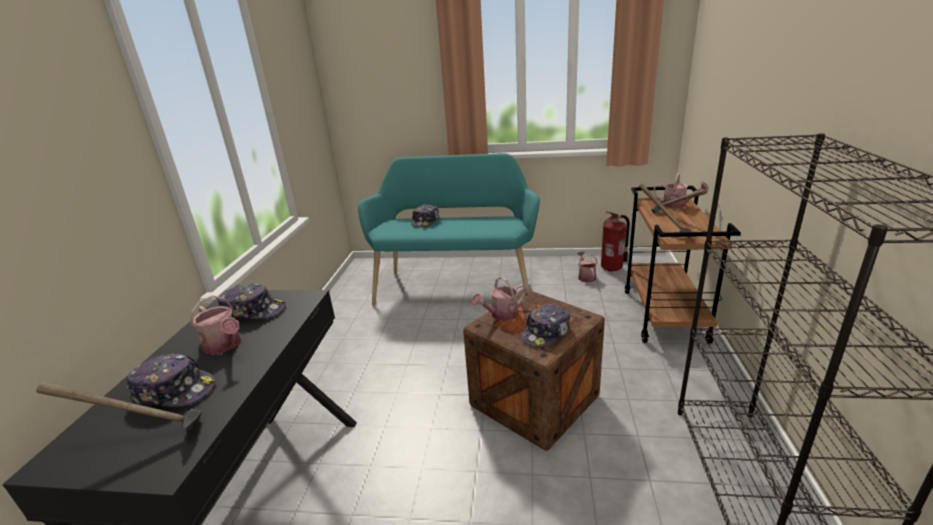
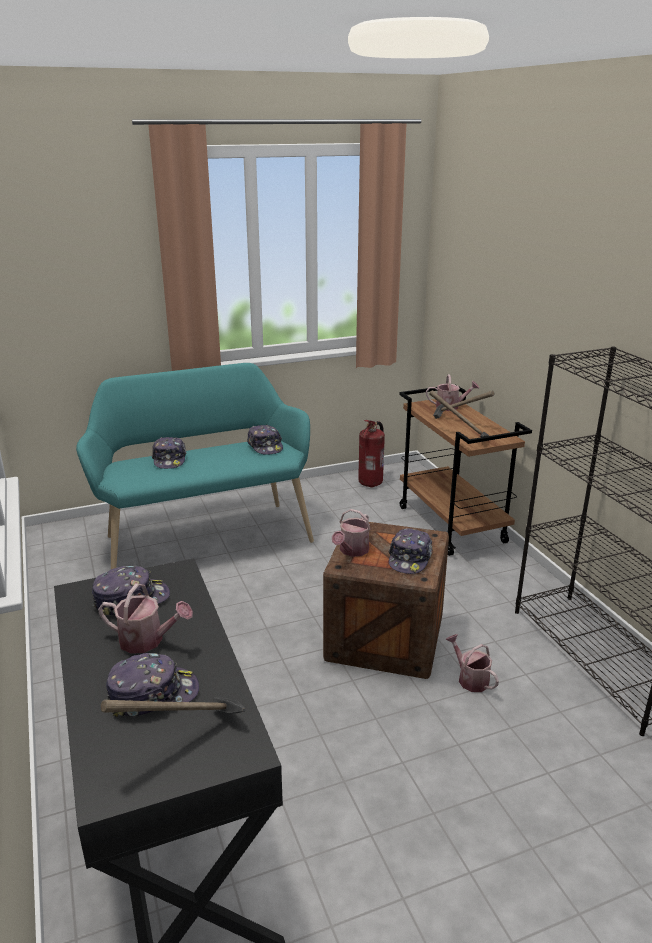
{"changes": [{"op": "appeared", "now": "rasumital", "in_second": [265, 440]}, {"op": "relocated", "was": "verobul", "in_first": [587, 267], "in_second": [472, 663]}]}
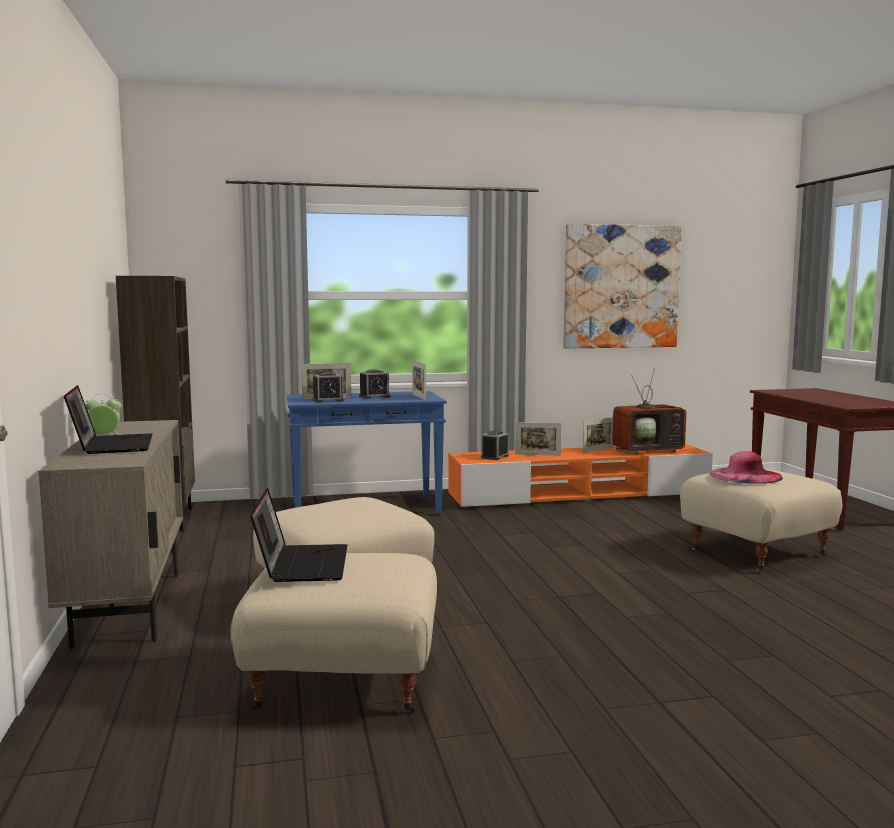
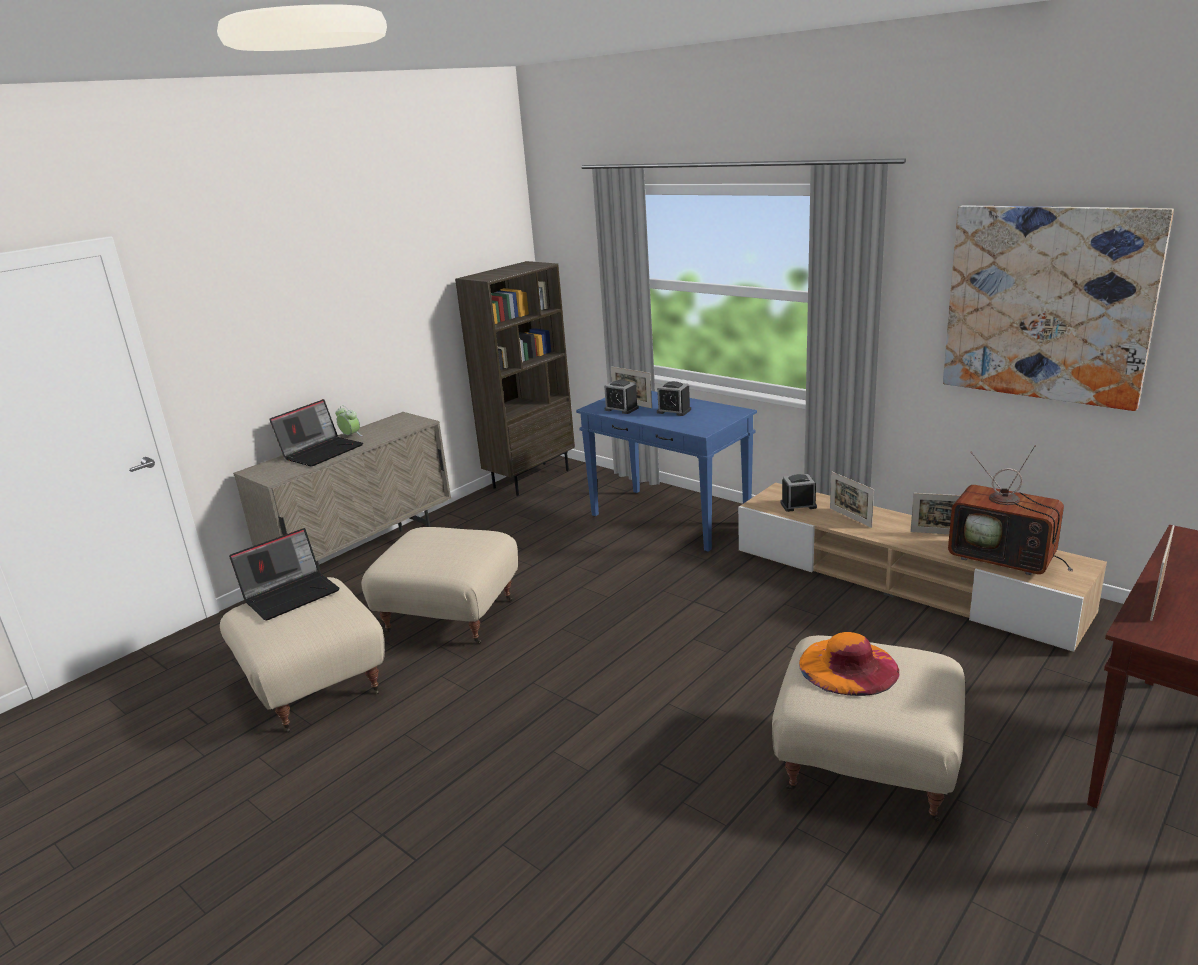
{"changes": [{"op": "relocated", "was": "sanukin", "in_first": [419, 380], "in_second": [1162, 573]}, {"op": "colour", "was": "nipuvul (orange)", "now": "nipuvul (beige)", "in_first": [580, 476], "in_second": [922, 567]}, {"op": "colour", "was": "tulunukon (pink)", "now": "tulunukon (orange)", "in_first": [746, 467], "in_second": [849, 664]}]}
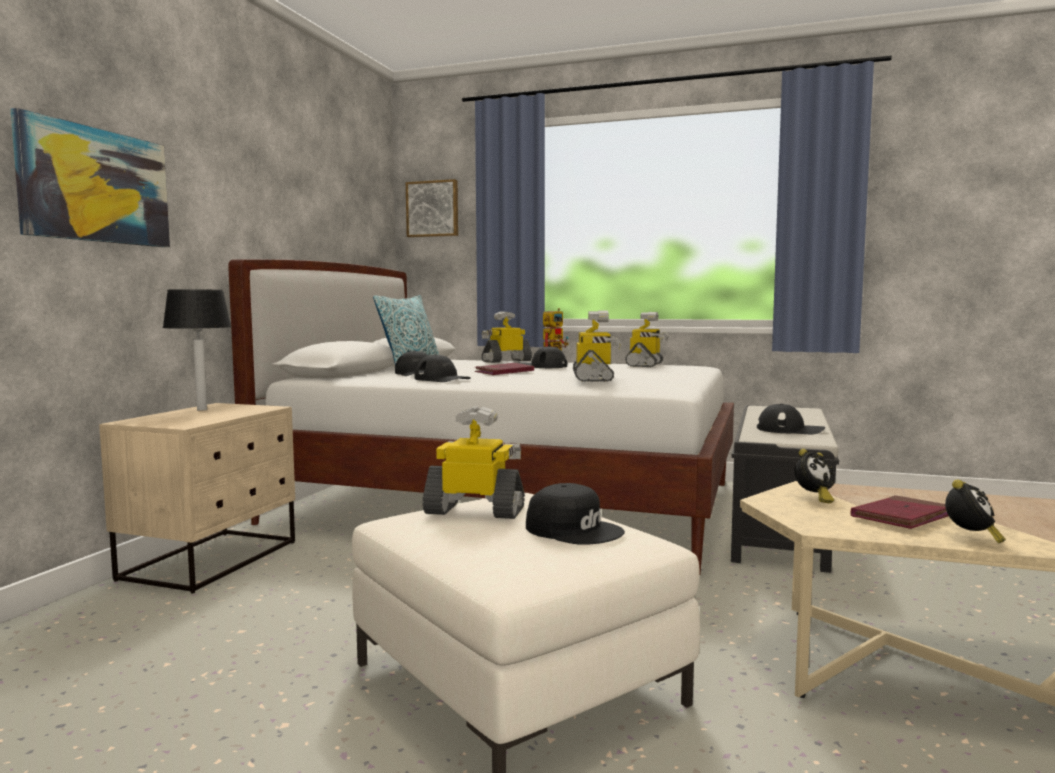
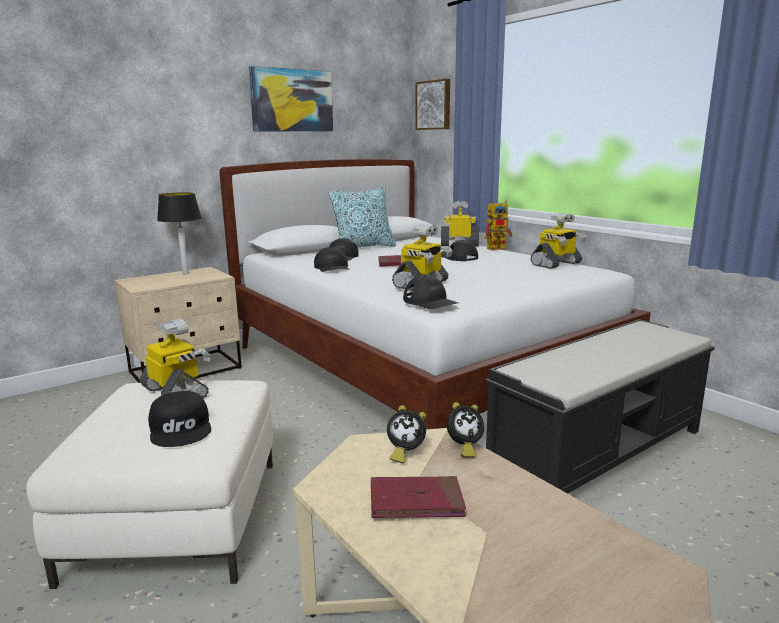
{"changes": [{"op": "relocated", "was": "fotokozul", "in_first": [90, 177], "in_second": [290, 99]}, {"op": "relocated", "was": "rasumital (black)", "in_first": [791, 419], "in_second": [430, 292]}, {"op": "relocated", "was": "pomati", "in_first": [975, 511], "in_second": [465, 430]}]}
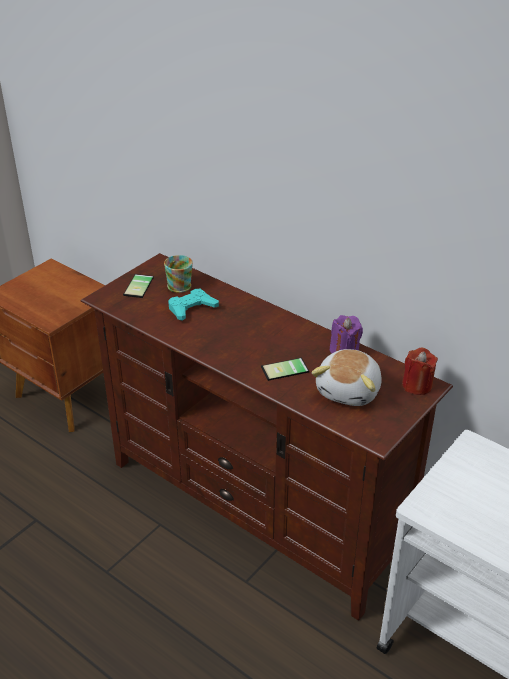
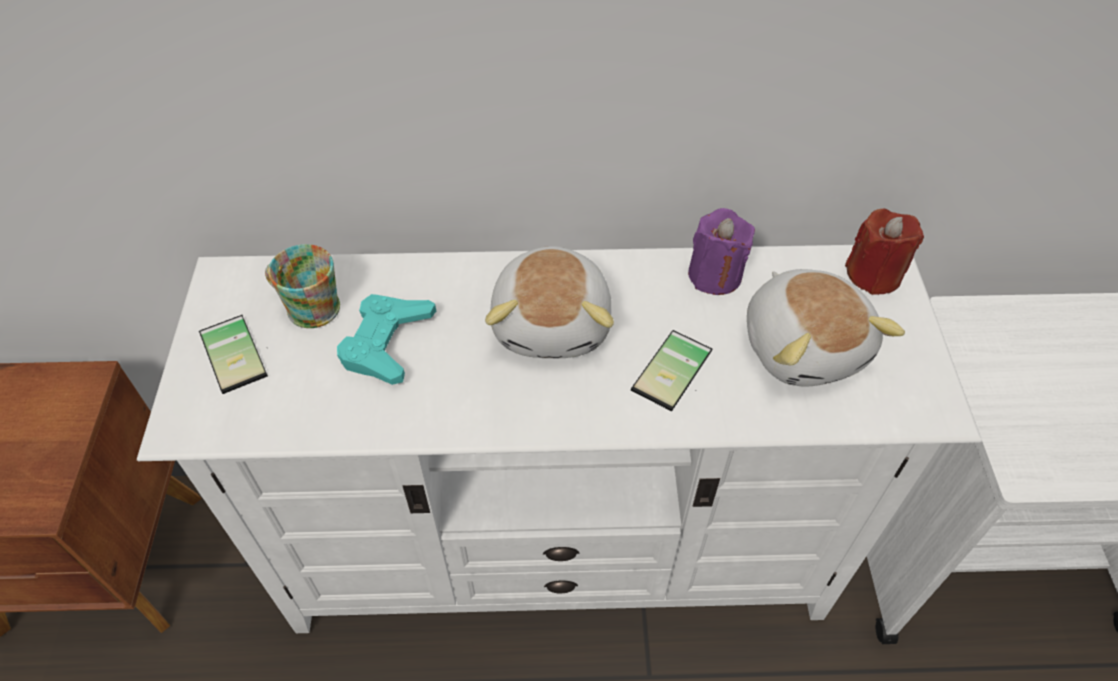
{"changes": [{"op": "appeared", "now": "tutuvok", "in_second": [549, 302]}, {"op": "colour", "was": "nipuvul (brown)", "now": "nipuvul (white)", "in_first": [267, 437], "in_second": [559, 439]}]}
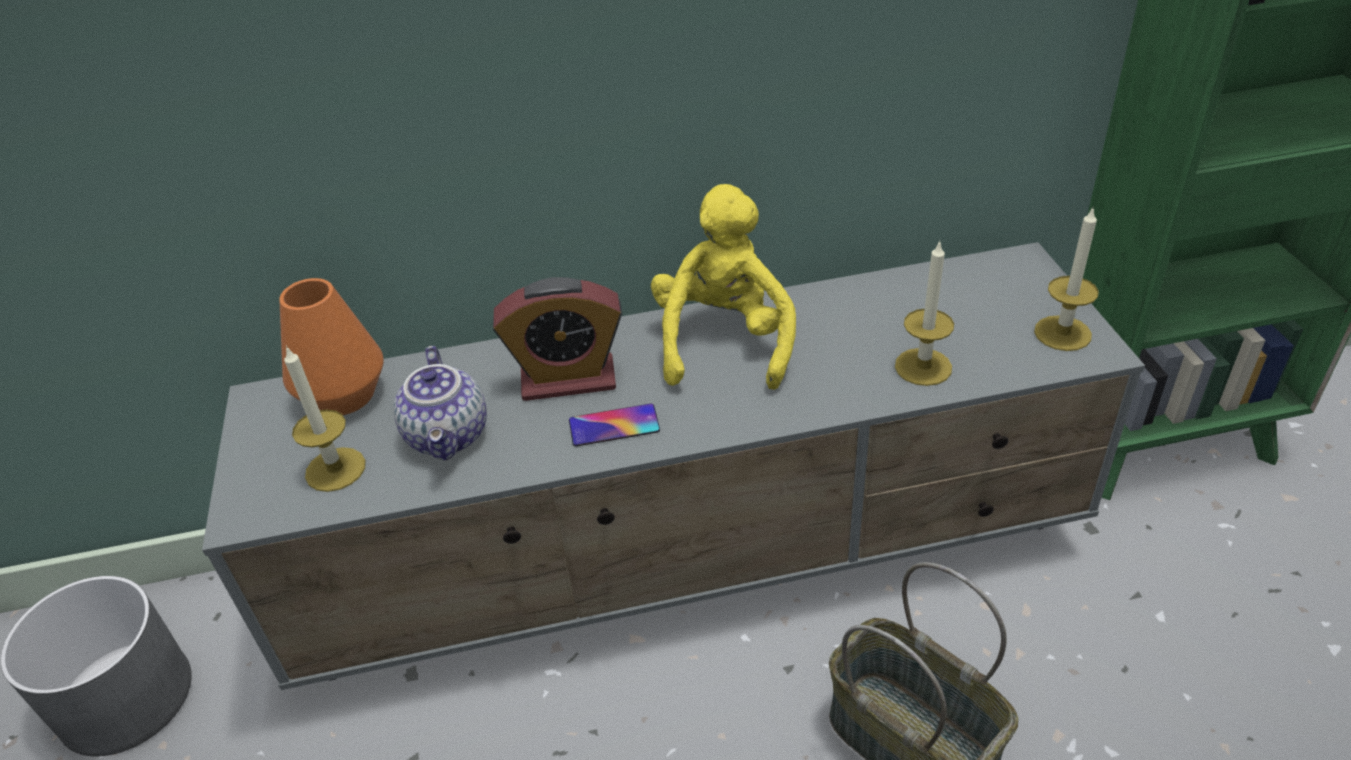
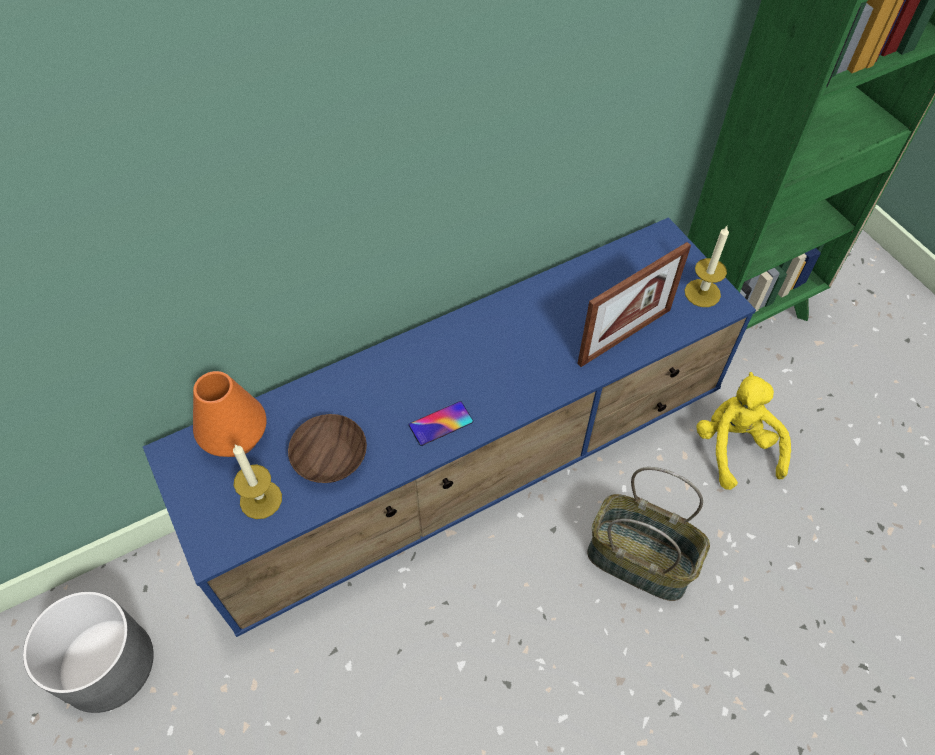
{"changes": [{"op": "missing", "was": "pomati", "in_first": [557, 339]}, {"op": "relocated", "was": "tutuvok (yellow)", "in_first": [723, 287], "in_second": [743, 431]}, {"op": "exchanged", "was": "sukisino", "now": "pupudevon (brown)", "in_first": [440, 403], "in_second": [327, 448]}, {"op": "exchanged", "was": "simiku", "now": "sanukin", "in_first": [924, 313], "in_second": [634, 304]}, {"op": "colour", "was": "nipuvul (grey)", "now": "nipuvul (blue)", "in_first": [673, 466], "in_second": [449, 427]}]}
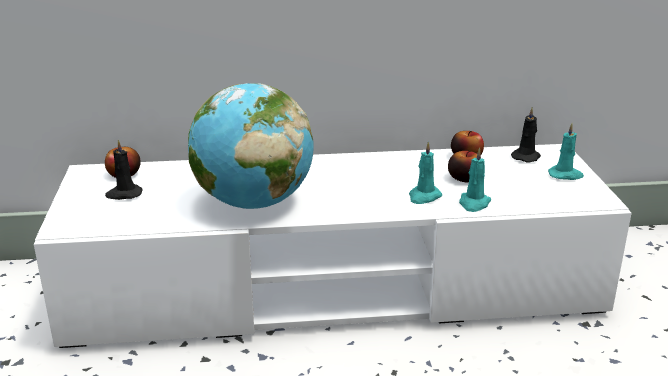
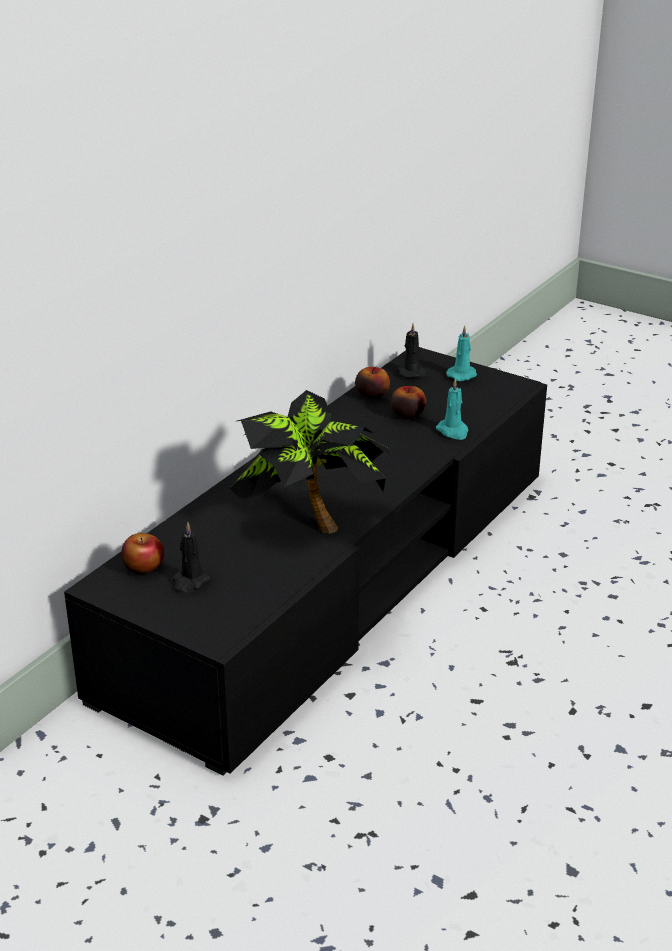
{"changes": [{"op": "missing", "was": "simiku (turquoise)", "in_first": [425, 173]}, {"op": "exchanged", "was": "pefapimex", "now": "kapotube", "in_first": [251, 146], "in_second": [310, 462]}, {"op": "colour", "was": "nipuvul (white)", "now": "nipuvul (black)", "in_first": [333, 246], "in_second": [305, 561]}]}
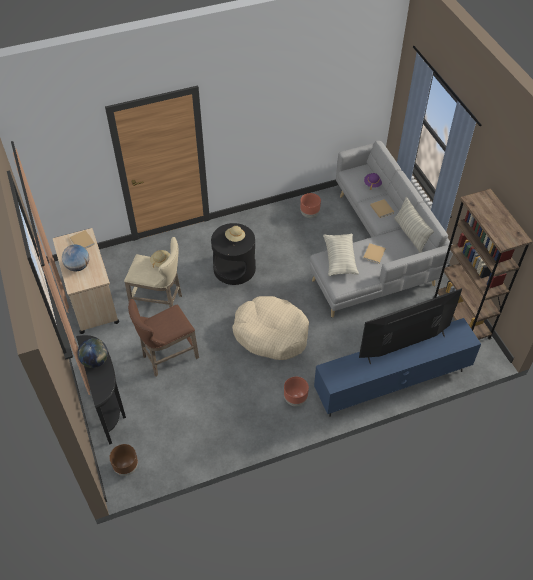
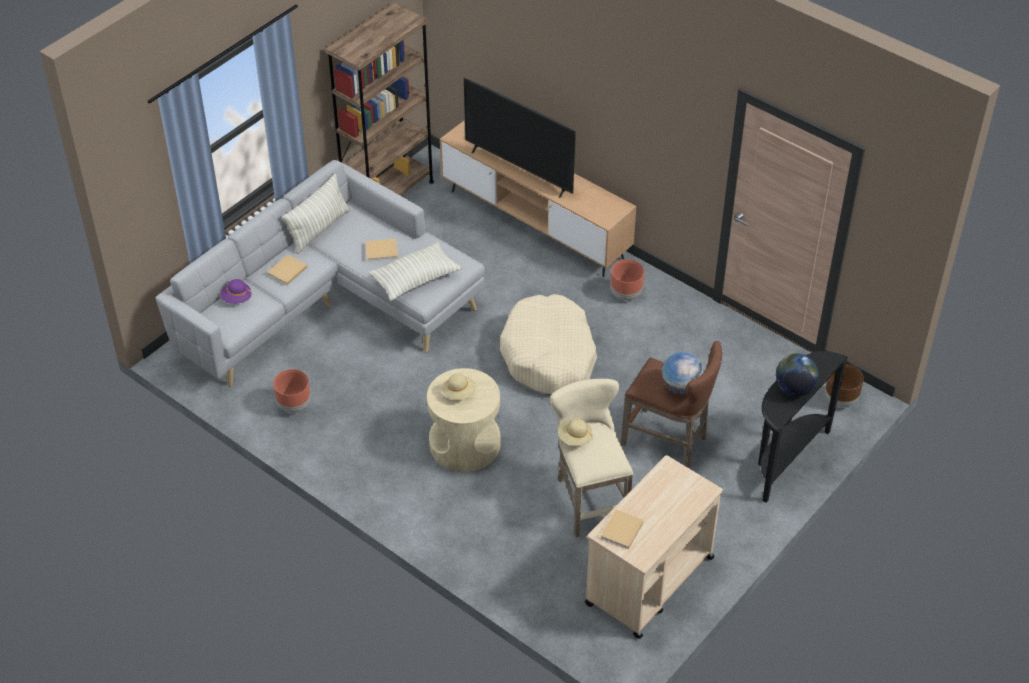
{"changes": [{"op": "relocated", "was": "pefapimex", "in_first": [75, 257], "in_second": [682, 373]}, {"op": "colour", "was": "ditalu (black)", "now": "ditalu (beige)", "in_first": [233, 254], "in_second": [464, 420]}, {"op": "colour", "was": "nipuvul (blue)", "now": "nipuvul (brown)", "in_first": [397, 367], "in_second": [538, 198]}]}
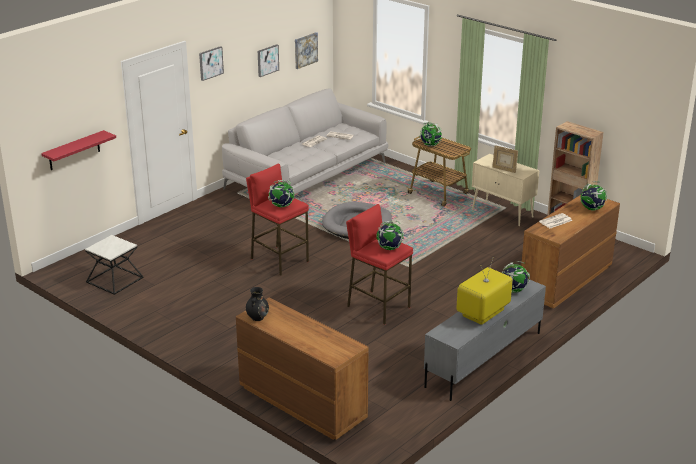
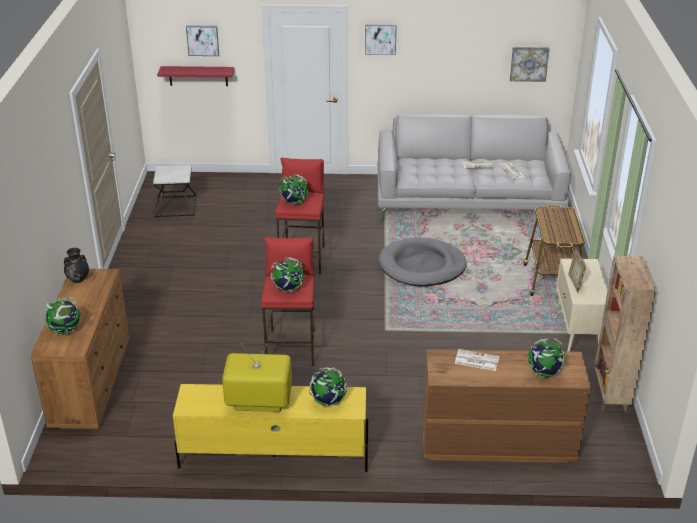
{"changes": [{"op": "relocated", "was": "fotokozul", "in_first": [268, 60], "in_second": [202, 40]}, {"op": "relocated", "was": "pefapimex", "in_first": [431, 134], "in_second": [63, 315]}, {"op": "colour", "was": "nipuvul (grey)", "now": "nipuvul (yellow)", "in_first": [485, 340], "in_second": [270, 428]}]}
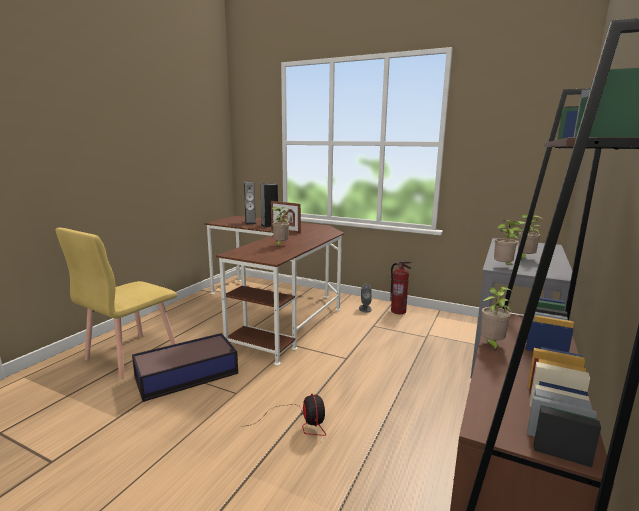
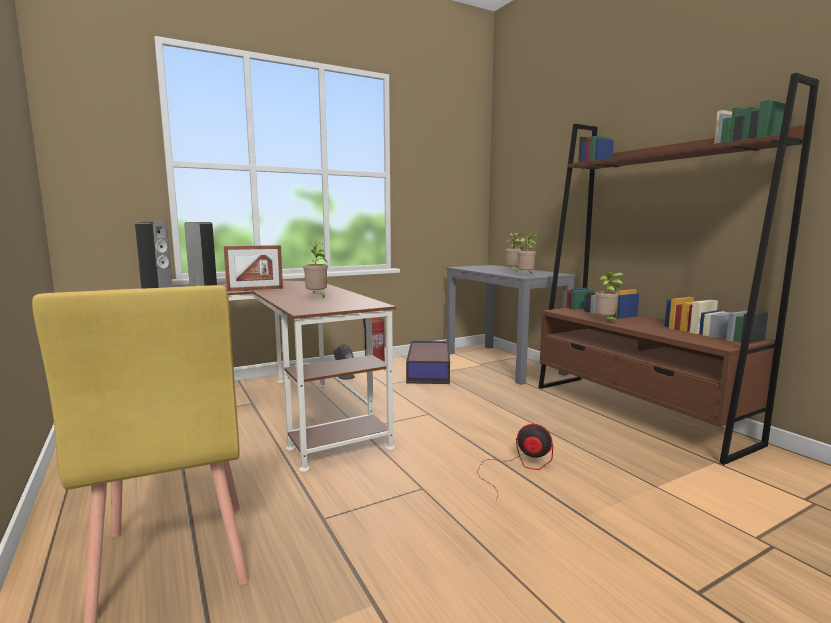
{"changes": [{"op": "relocated", "was": "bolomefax", "in_first": [185, 367], "in_second": [428, 362]}]}
